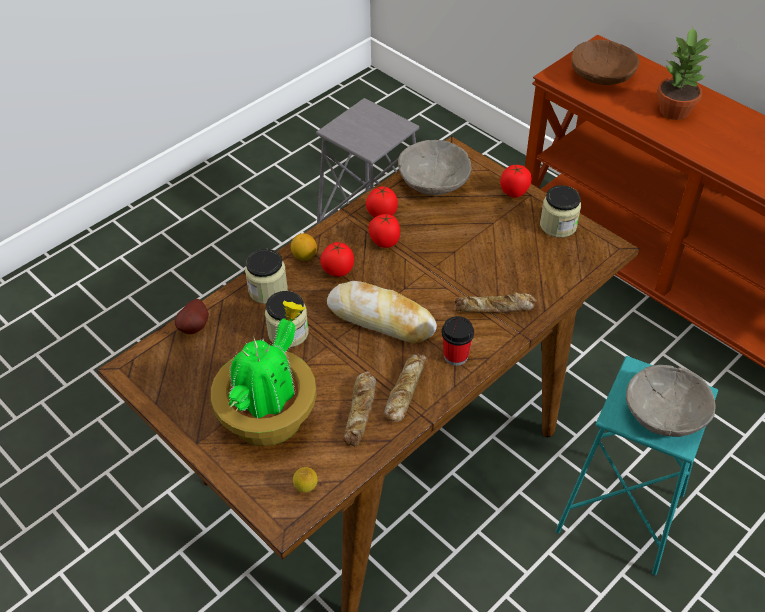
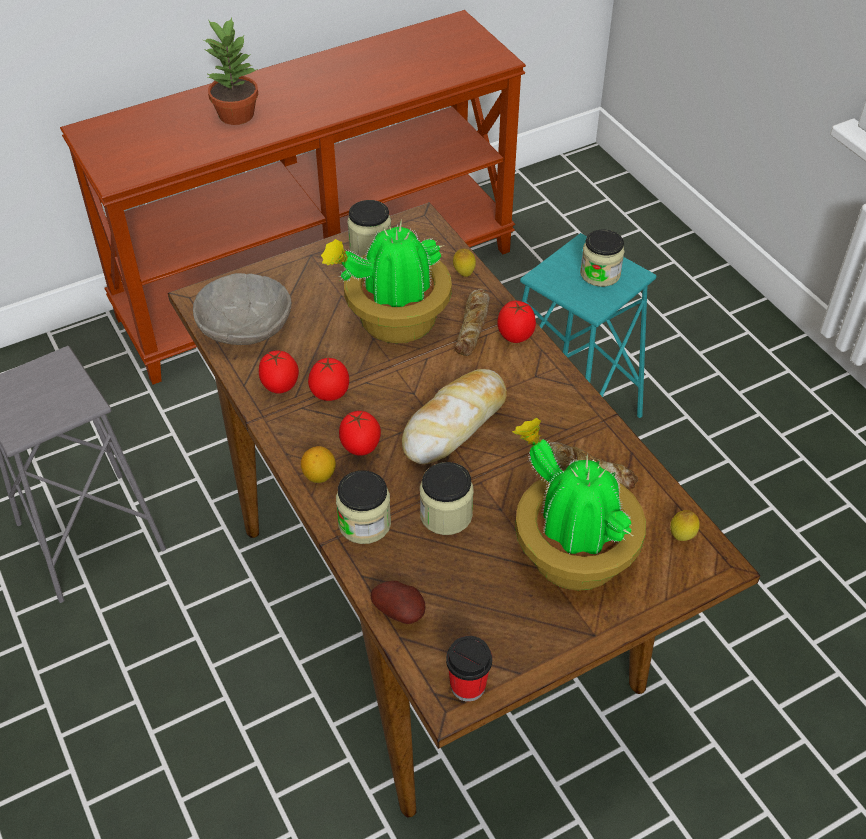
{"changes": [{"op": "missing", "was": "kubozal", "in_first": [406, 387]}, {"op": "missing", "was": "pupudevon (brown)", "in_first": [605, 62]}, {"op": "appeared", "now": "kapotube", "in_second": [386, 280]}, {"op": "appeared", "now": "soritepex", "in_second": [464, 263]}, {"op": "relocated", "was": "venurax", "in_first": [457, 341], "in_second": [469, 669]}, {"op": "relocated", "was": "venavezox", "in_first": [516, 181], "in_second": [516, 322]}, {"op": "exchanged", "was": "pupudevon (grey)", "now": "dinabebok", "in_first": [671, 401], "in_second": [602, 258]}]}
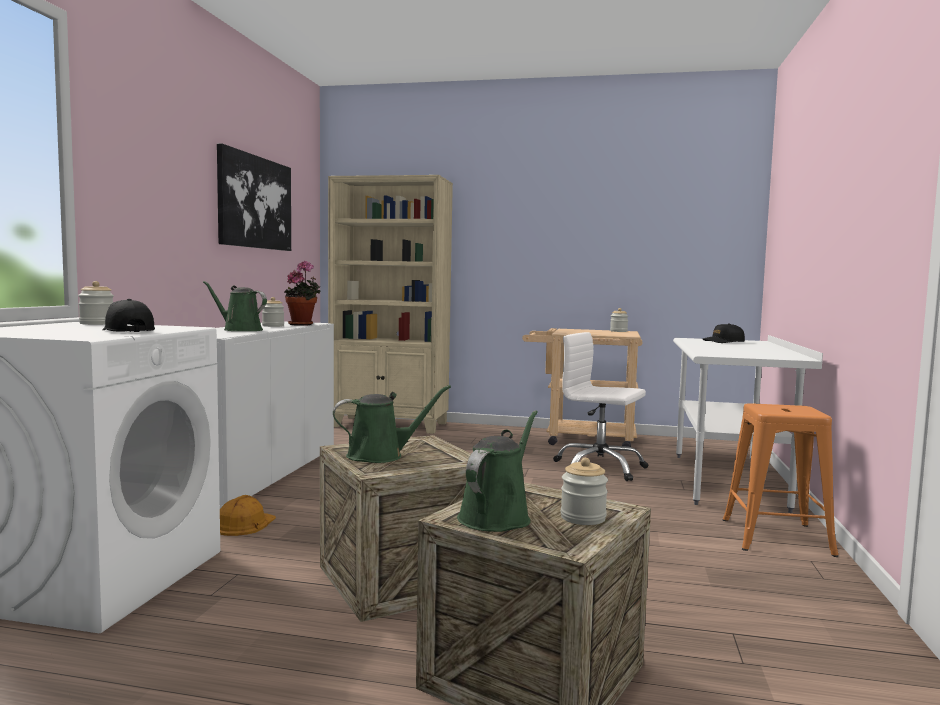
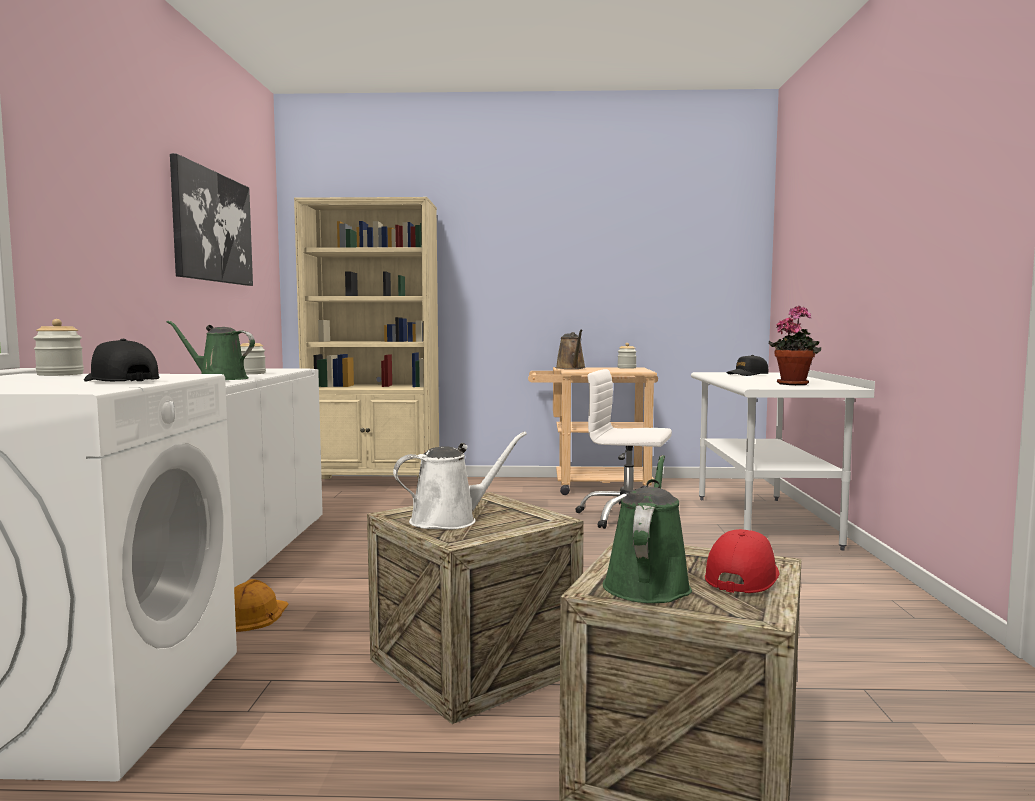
{"changes": [{"op": "missing", "was": "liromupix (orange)", "in_first": [780, 480]}, {"op": "appeared", "now": "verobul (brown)", "in_second": [571, 349]}, {"op": "relocated", "was": "kapotube", "in_first": [302, 293], "in_second": [795, 345]}, {"op": "exchanged", "was": "dinabebok", "now": "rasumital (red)", "in_first": [584, 491], "in_second": [742, 561]}, {"op": "colour", "was": "verobul (green)", "now": "verobul (white)", "in_first": [392, 424], "in_second": [460, 481]}]}
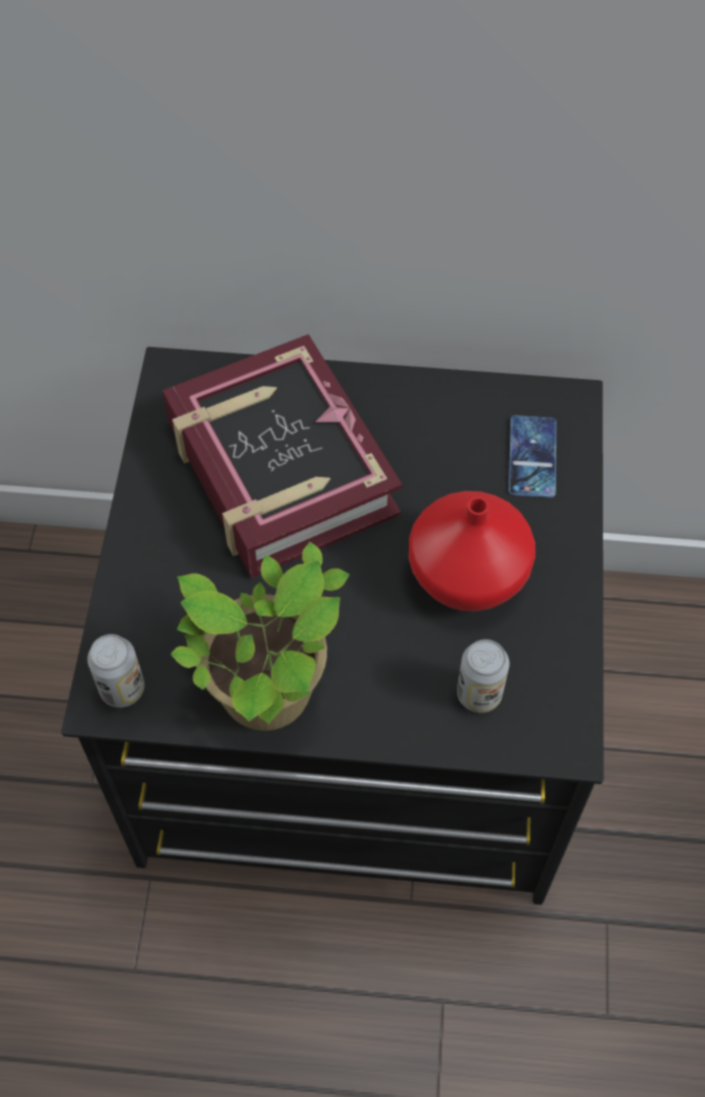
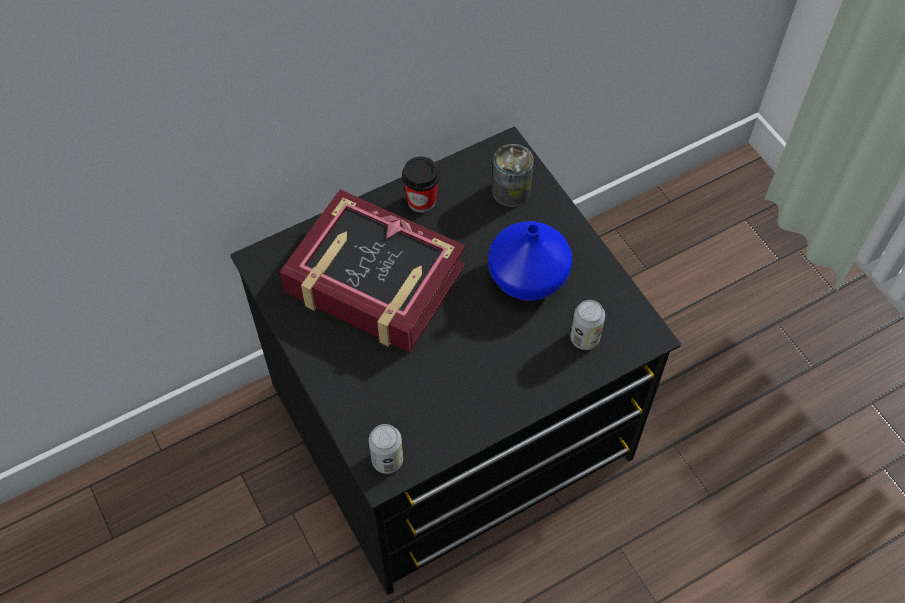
{"changes": [{"op": "missing", "was": "kapotube", "in_first": [260, 636]}, {"op": "appeared", "now": "venurax", "in_second": [421, 185]}, {"op": "exchanged", "was": "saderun", "now": "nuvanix", "in_first": [532, 456], "in_second": [513, 175]}, {"op": "colour", "was": "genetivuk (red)", "now": "genetivuk (blue)", "in_first": [472, 551], "in_second": [530, 261]}]}
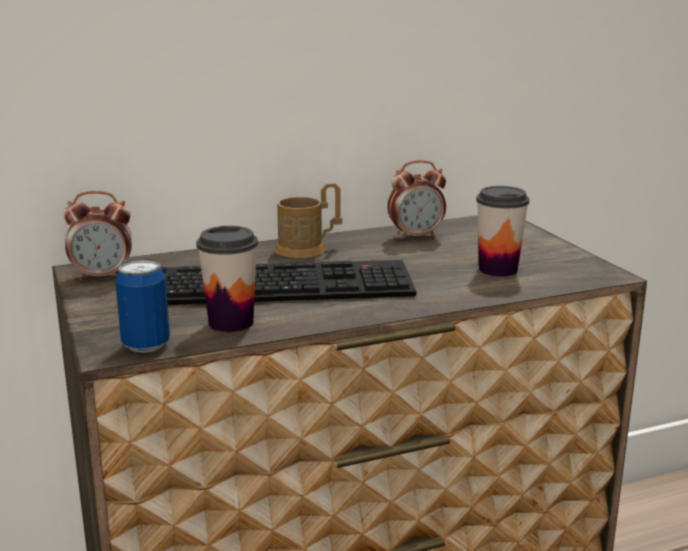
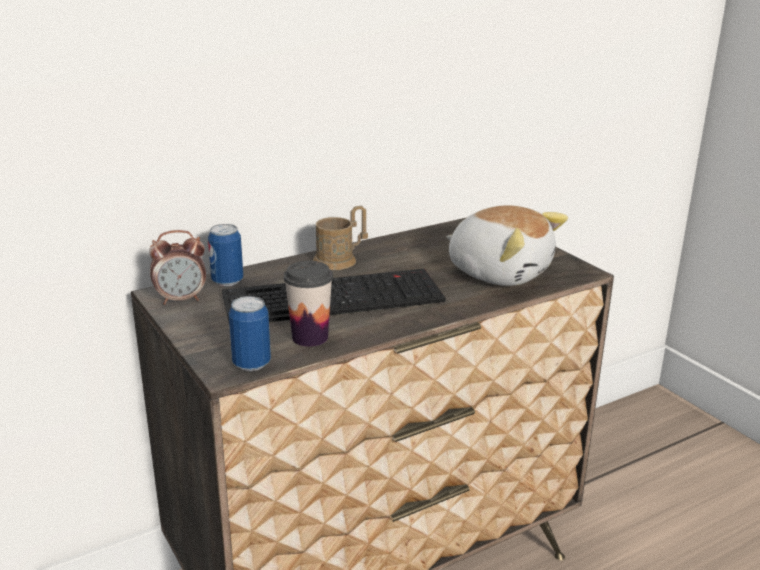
{"changes": [{"op": "missing", "was": "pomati", "in_first": [416, 200]}, {"op": "appeared", "now": "nuvanix", "in_second": [225, 255]}, {"op": "exchanged", "was": "venurax", "now": "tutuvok", "in_first": [502, 231], "in_second": [507, 245]}]}
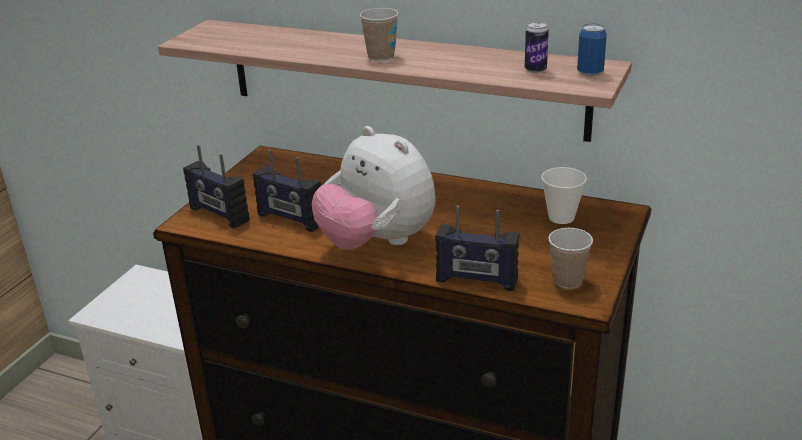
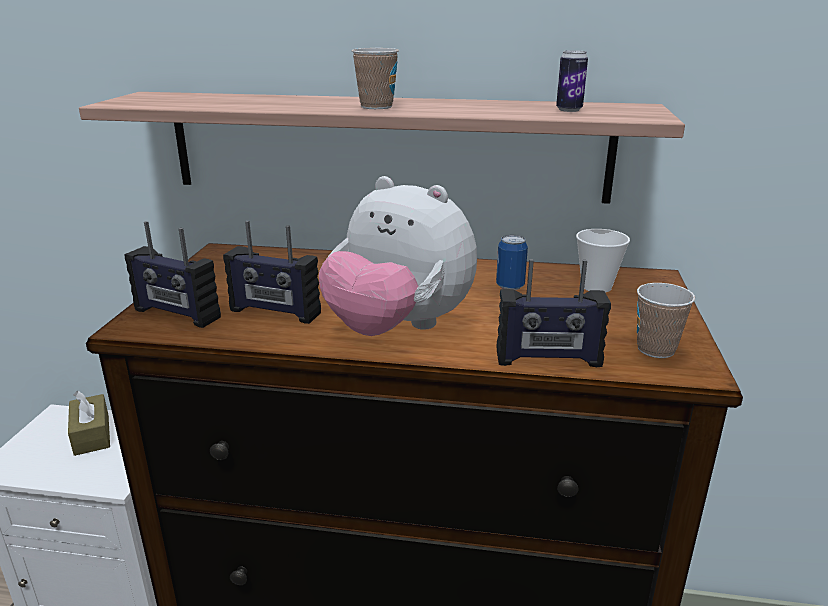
{"changes": [{"op": "appeared", "now": "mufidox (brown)", "in_second": [89, 423]}, {"op": "relocated", "was": "nuvanix", "in_first": [592, 49], "in_second": [512, 262]}]}
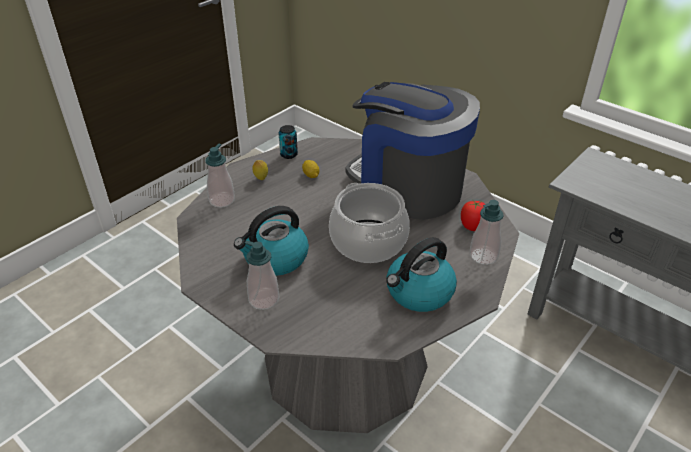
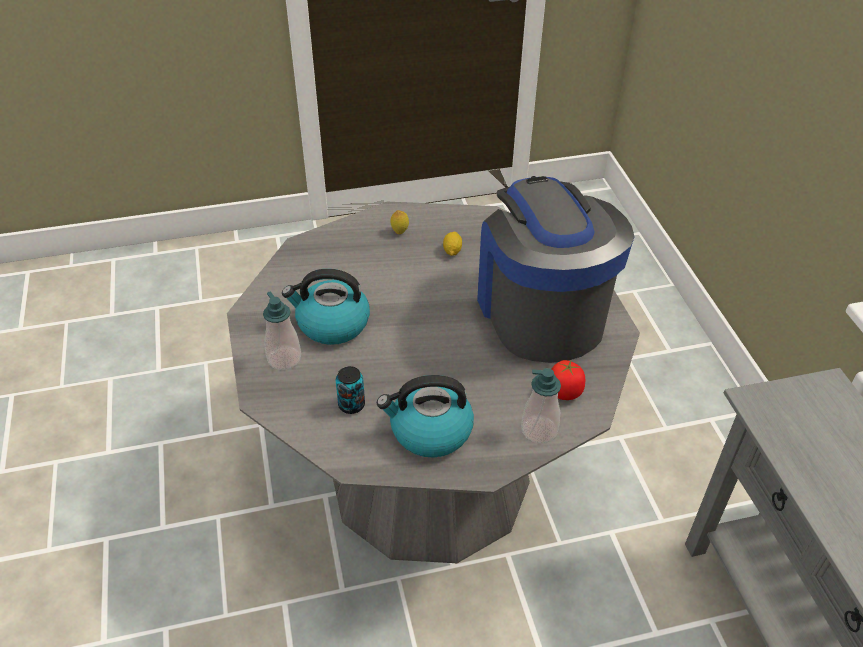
{"changes": [{"op": "missing", "was": "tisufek", "in_first": [220, 176]}, {"op": "missing", "was": "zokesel", "in_first": [369, 223]}, {"op": "relocated", "was": "nuvanix", "in_first": [288, 142], "in_second": [350, 390]}]}
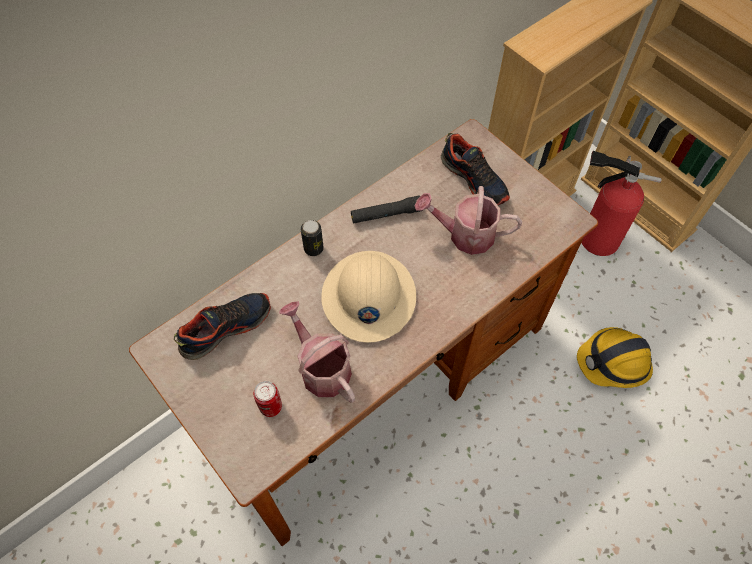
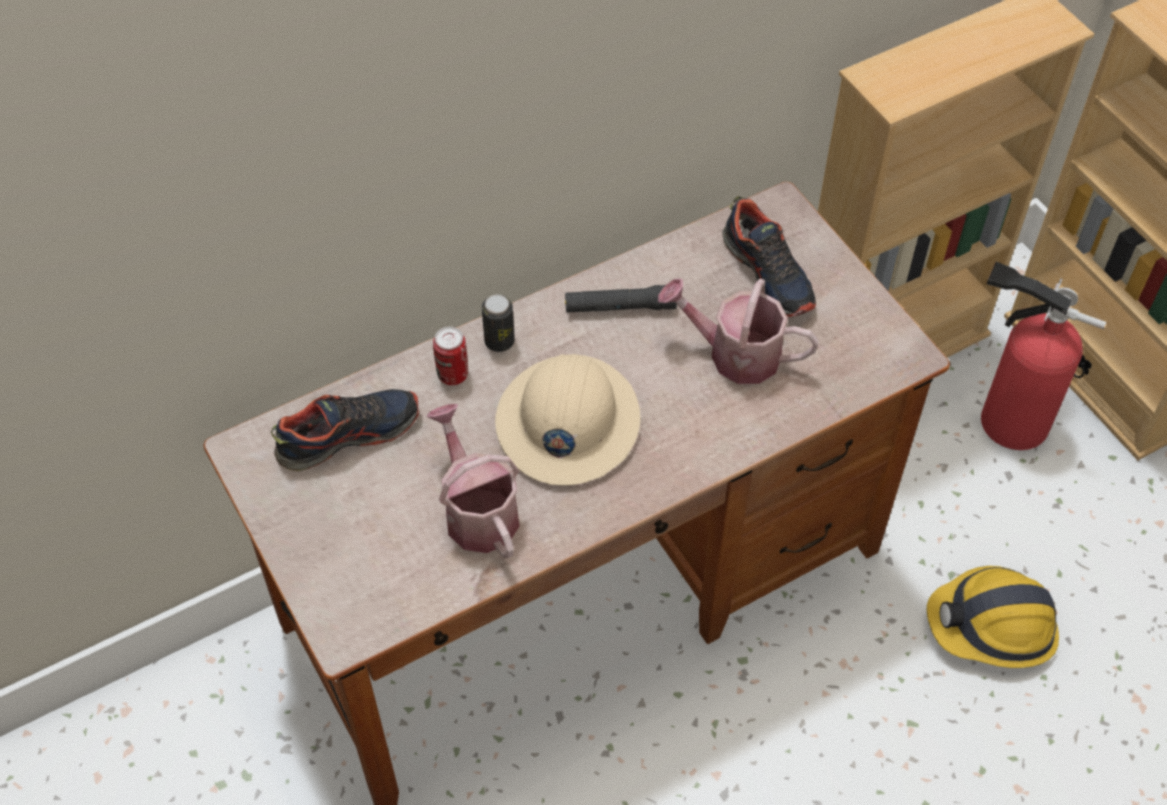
{"changes": [{"op": "relocated", "was": "nuvanix", "in_first": [268, 399], "in_second": [450, 356]}]}
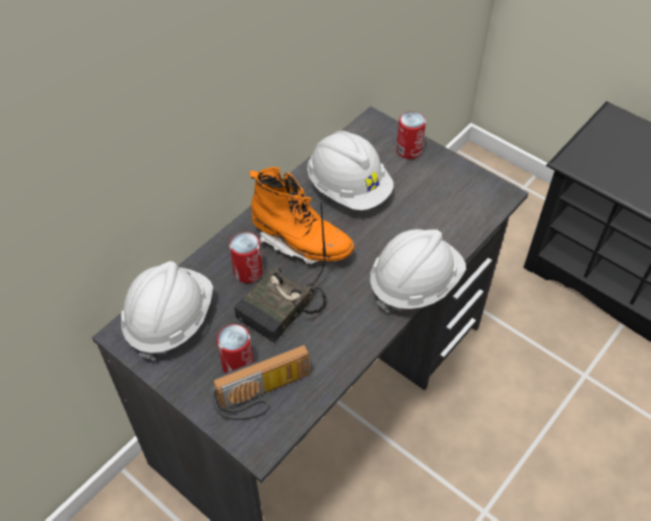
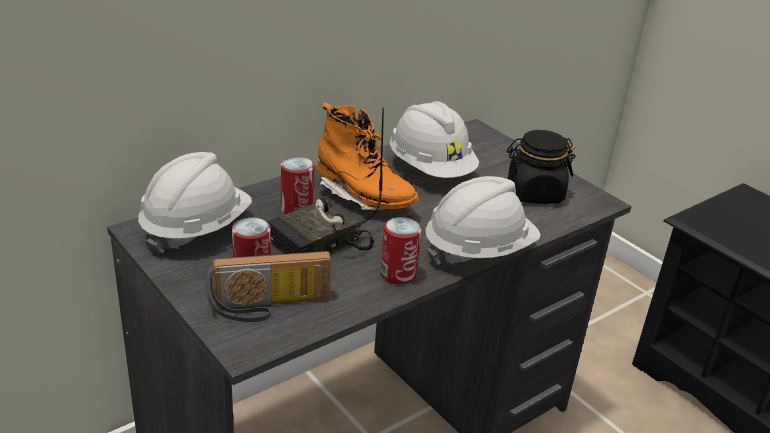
{"changes": [{"op": "appeared", "now": "dinabebok (black)", "in_second": [541, 167]}, {"op": "relocated", "was": "nuvanix", "in_first": [411, 135], "in_second": [401, 251]}]}
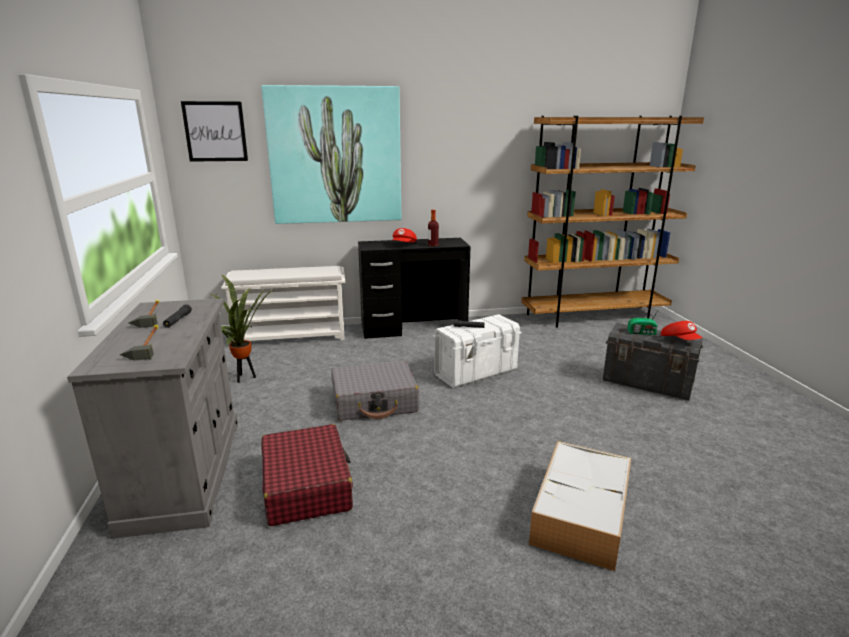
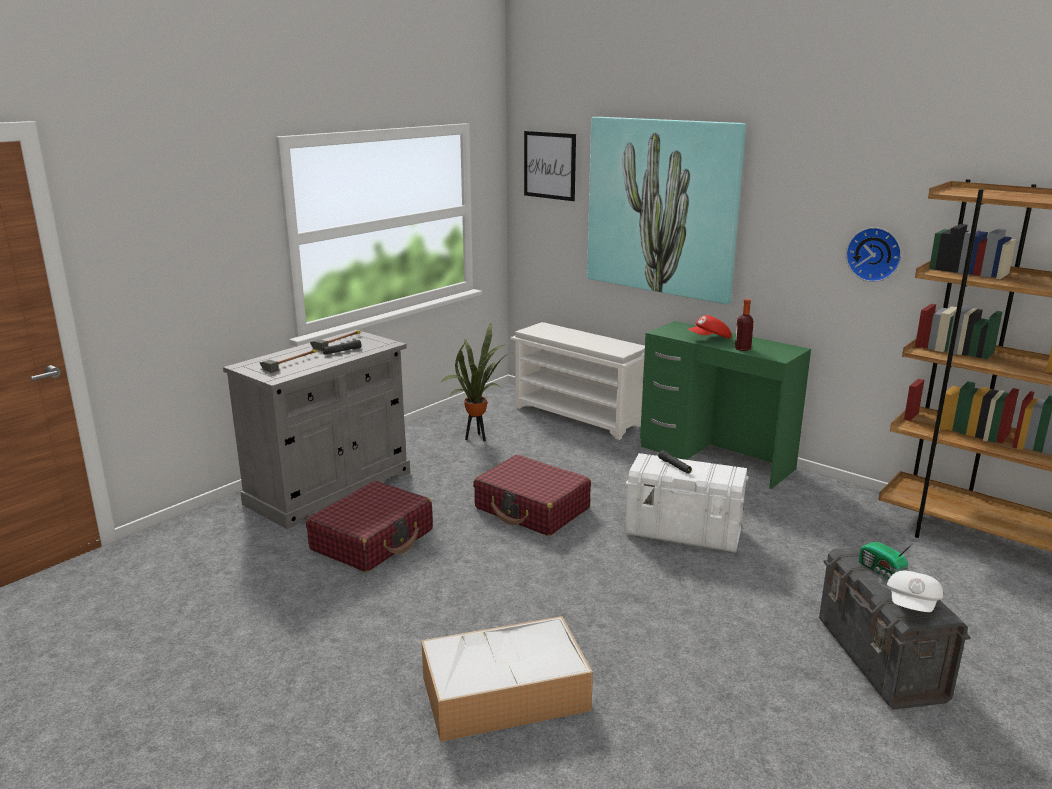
{"changes": [{"op": "appeared", "now": "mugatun", "in_second": [874, 254]}, {"op": "colour", "was": "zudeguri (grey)", "now": "zudeguri (red)", "in_first": [375, 391], "in_second": [532, 495]}, {"op": "colour", "was": "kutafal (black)", "now": "kutafal (green)", "in_first": [414, 288], "in_second": [725, 405]}, {"op": "colour", "was": "rasumital (red)", "now": "rasumital (white)", "in_first": [682, 330], "in_second": [915, 591]}]}
